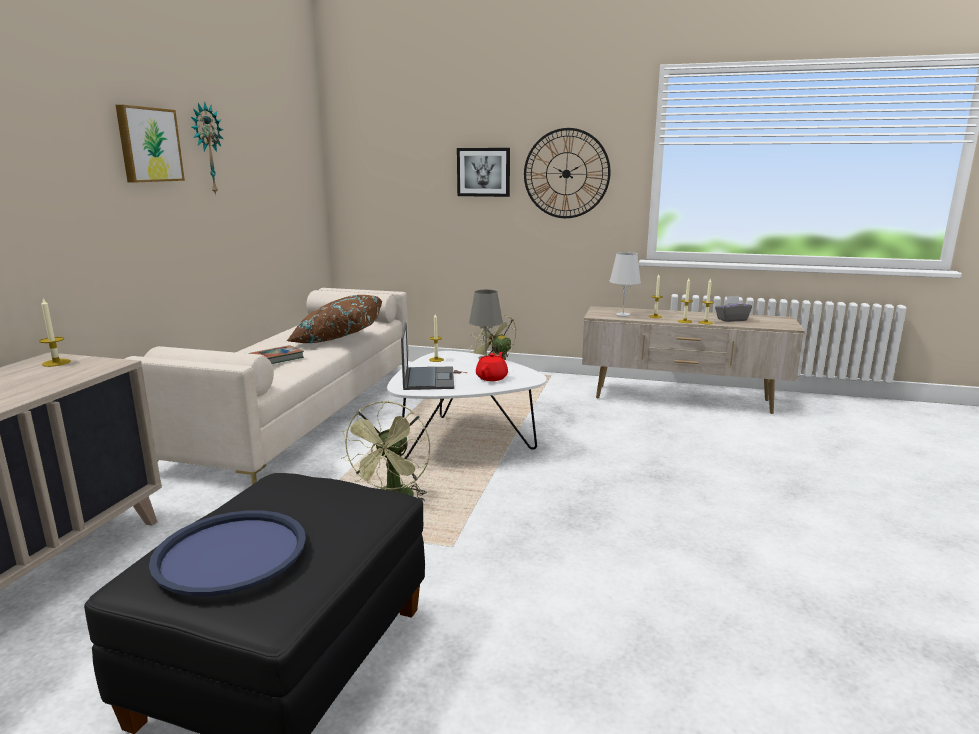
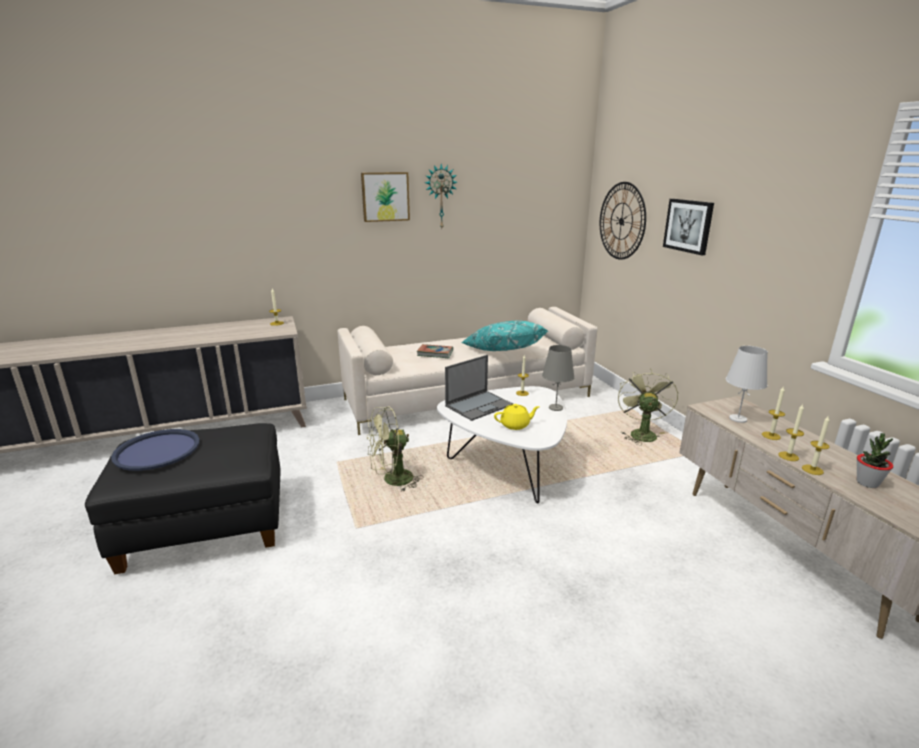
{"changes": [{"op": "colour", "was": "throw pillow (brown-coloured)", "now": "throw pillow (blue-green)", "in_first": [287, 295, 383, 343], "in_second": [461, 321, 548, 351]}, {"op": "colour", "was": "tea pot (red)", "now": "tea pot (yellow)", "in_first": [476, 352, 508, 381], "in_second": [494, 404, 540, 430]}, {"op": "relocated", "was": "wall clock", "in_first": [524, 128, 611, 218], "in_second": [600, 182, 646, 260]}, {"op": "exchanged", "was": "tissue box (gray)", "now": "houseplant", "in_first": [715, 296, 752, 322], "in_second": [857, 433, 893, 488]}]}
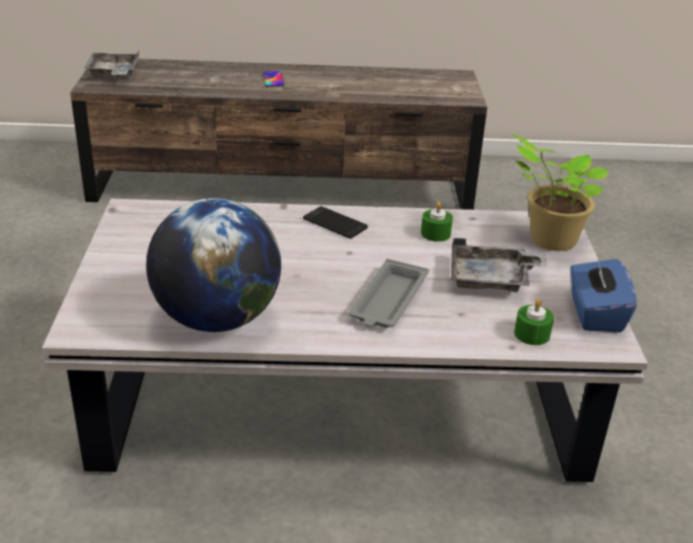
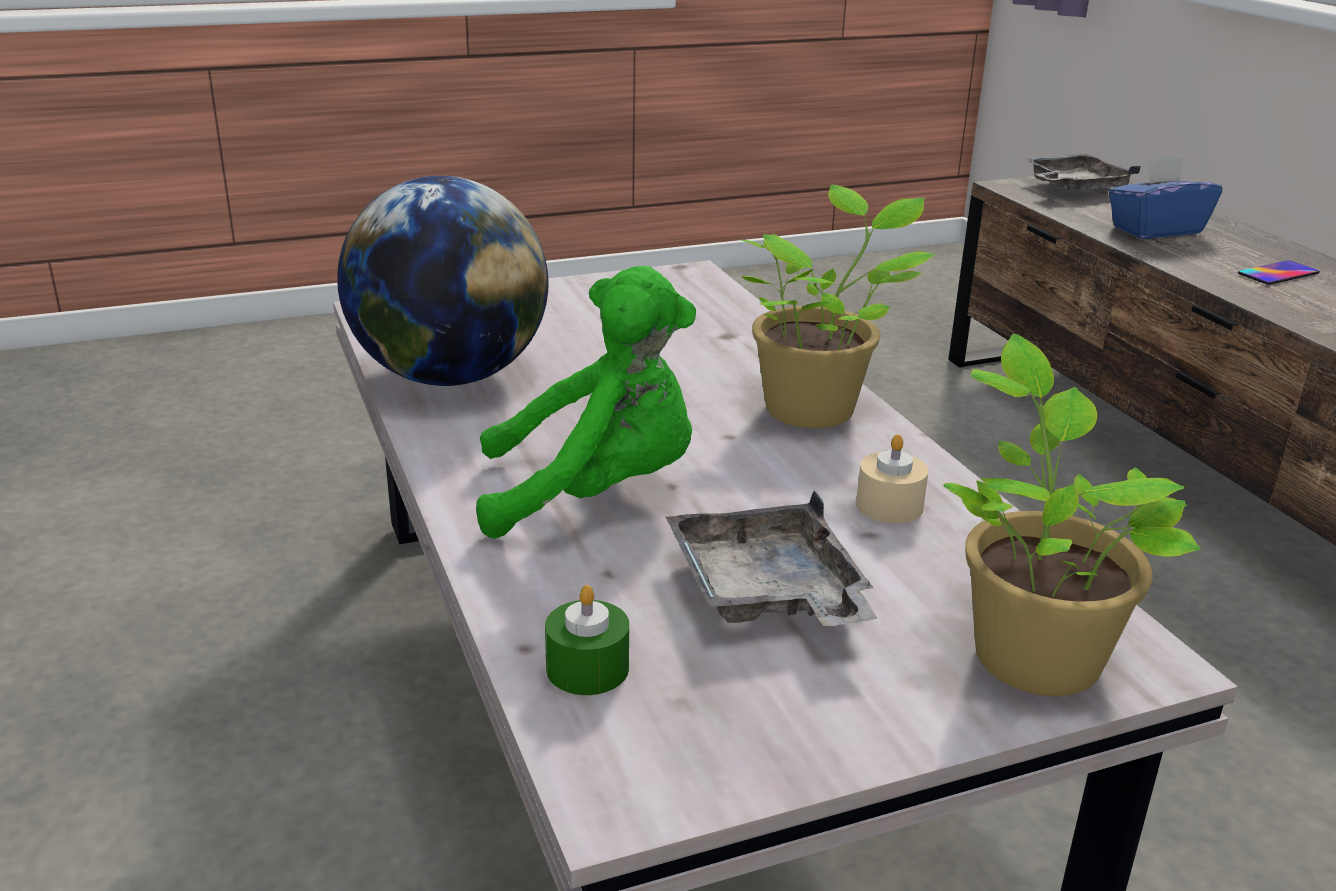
{"changes": [{"op": "exchanged", "was": "handset", "now": "houseplant", "in_first": [303, 206, 368, 239], "in_second": [741, 185, 936, 428]}, {"op": "exchanged", "was": "carrying tray (gray)", "now": "soft toy (green-coloured)", "in_first": [349, 259, 429, 328], "in_second": [476, 266, 696, 539]}, {"op": "colour", "was": "wax candle (green-coloured)", "now": "wax candle (sand-coloured)", "in_first": [421, 202, 453, 242], "in_second": [856, 434, 929, 523]}, {"op": "relocated", "was": "tissue box (blue)", "in_first": [570, 255, 637, 332], "in_second": [1108, 155, 1222, 239]}]}
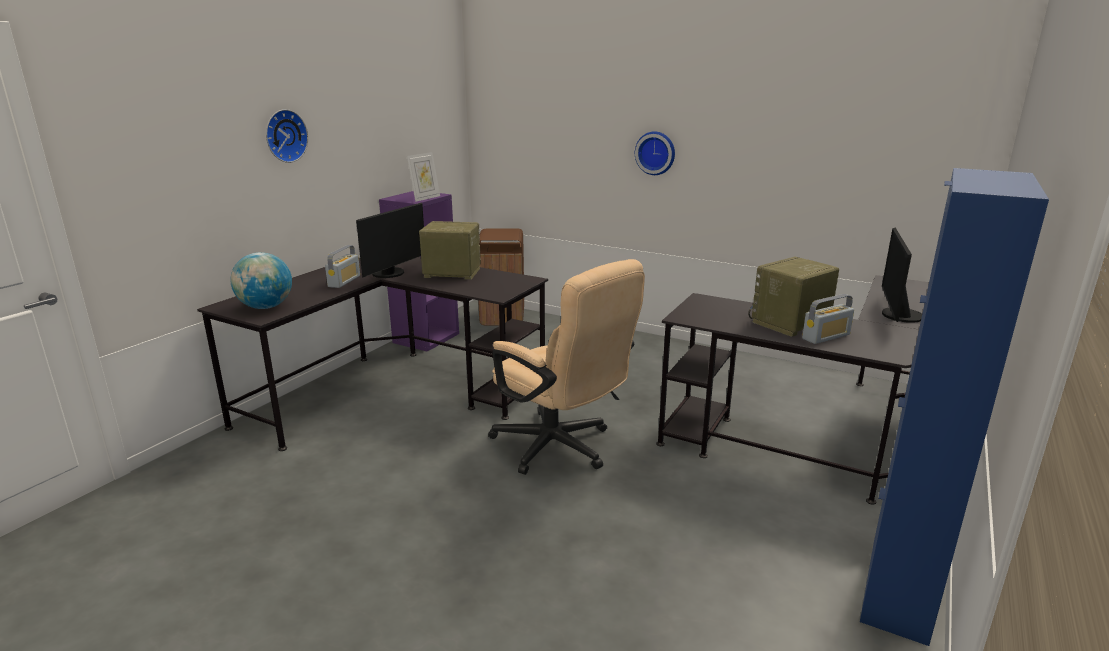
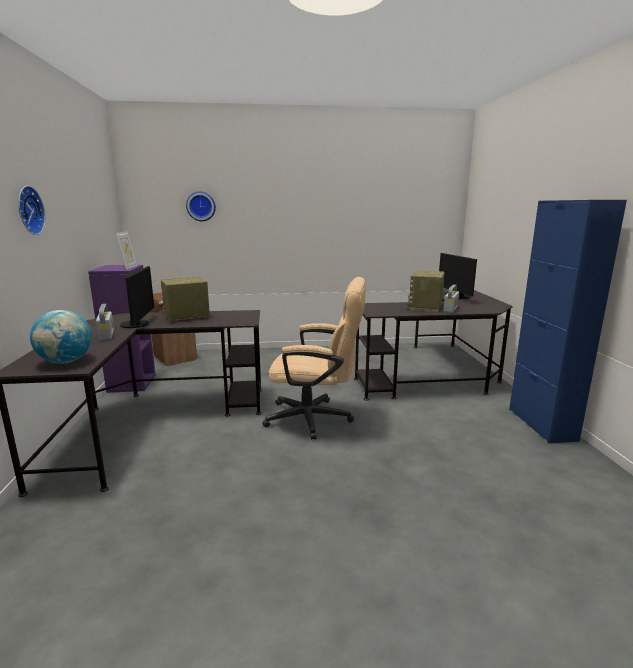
{"changes": [{"op": "relocated", "was": "wall clock", "in_first": [635, 131, 675, 175], "in_second": [186, 191, 216, 221]}]}
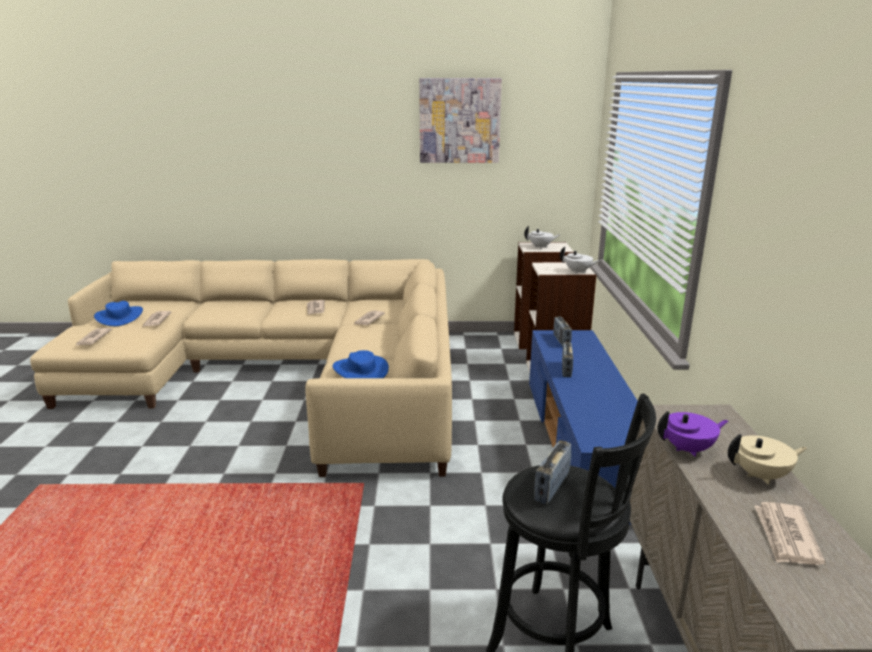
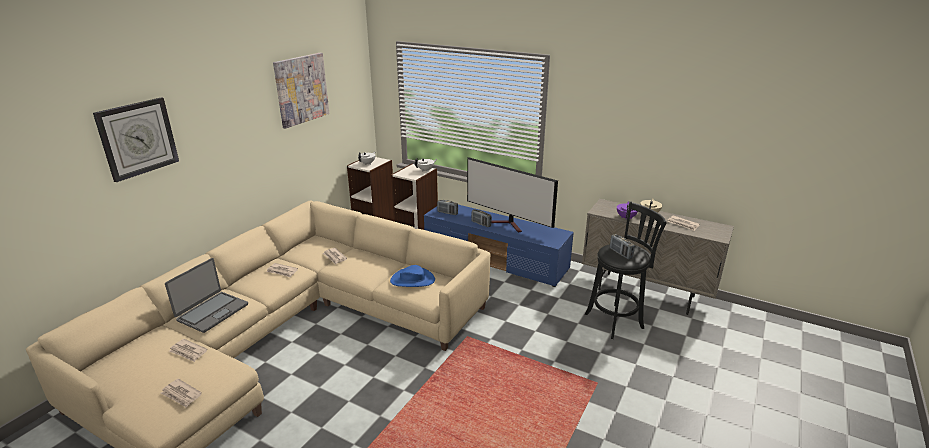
{"changes": [{"op": "missing", "was": "hat (blue)", "in_first": [94, 301, 143, 326]}, {"op": "appeared", "now": "wall clock", "in_second": [93, 97, 179, 182]}, {"op": "appeared", "now": "laptop", "in_second": [165, 258, 248, 333]}, {"op": "appeared", "now": "TV set", "in_second": [467, 157, 558, 232]}]}
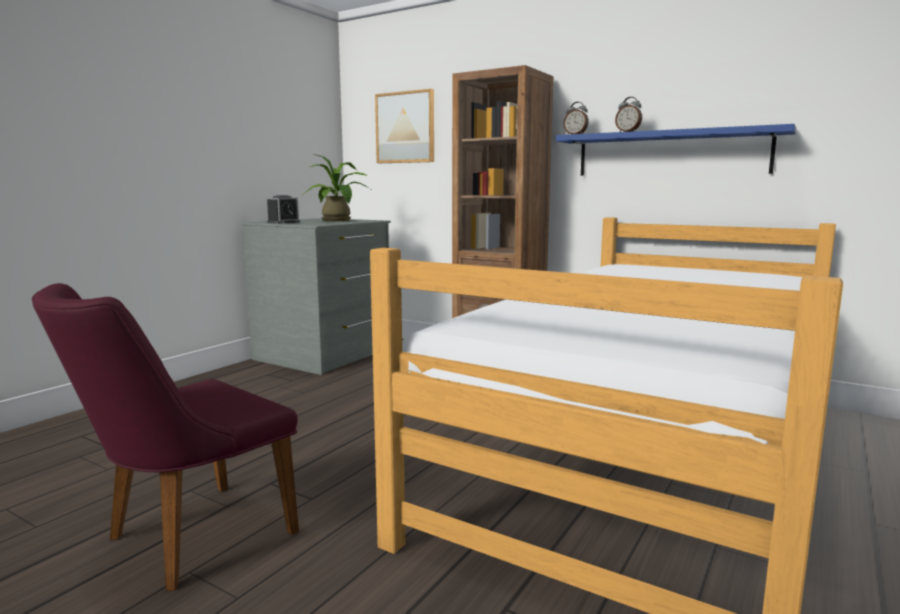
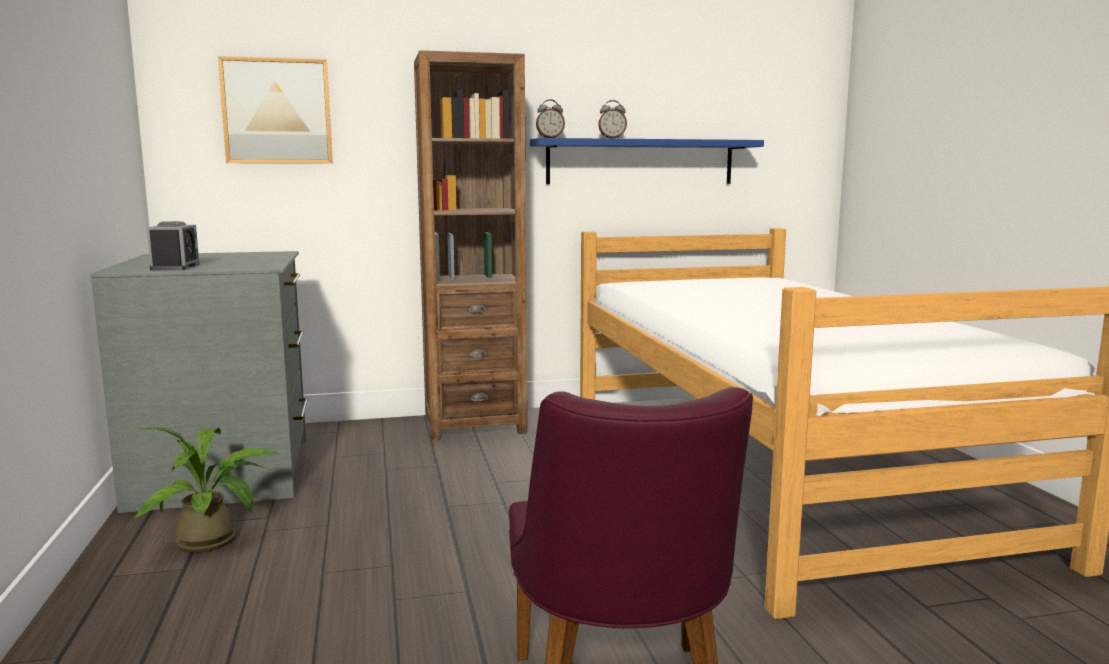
{"changes": [{"op": "relocated", "was": "houseplant", "in_first": [304, 155, 370, 221], "in_second": [132, 427, 280, 553]}]}
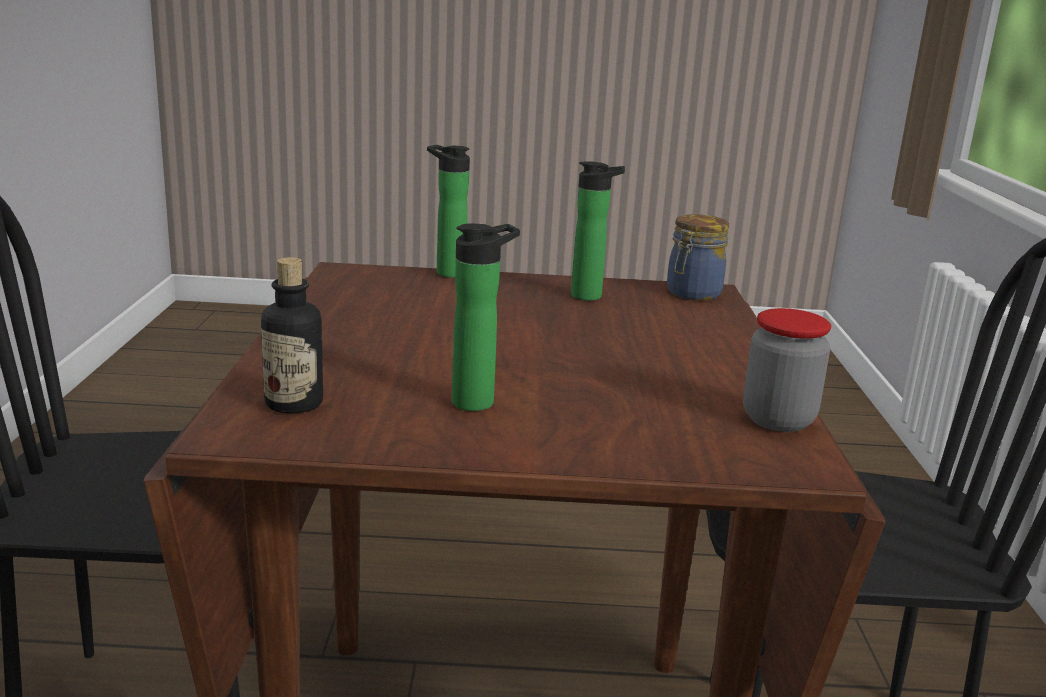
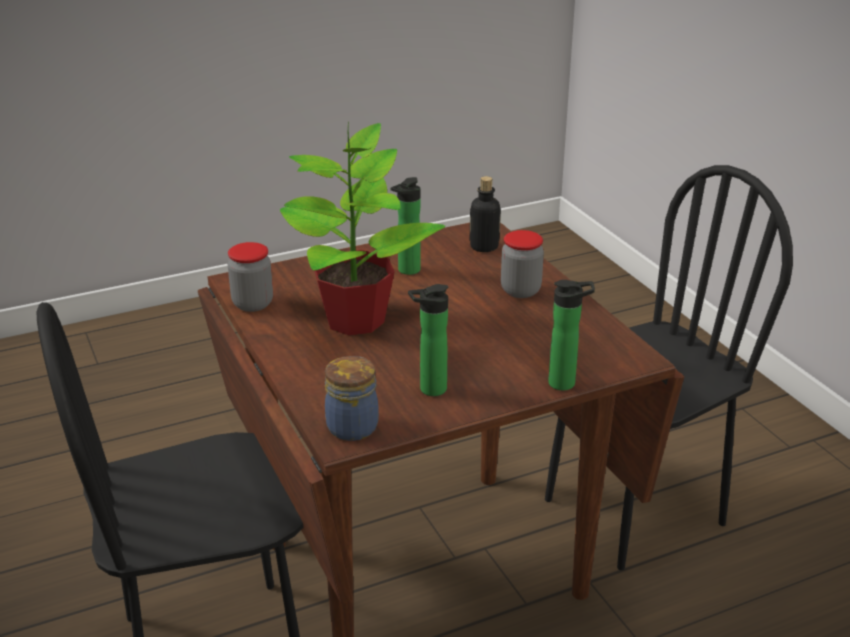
{"changes": [{"op": "appeared", "now": "houseplant", "in_second": [280, 121, 445, 336]}, {"op": "appeared", "now": "preserve jar", "in_second": [501, 230, 544, 298]}]}
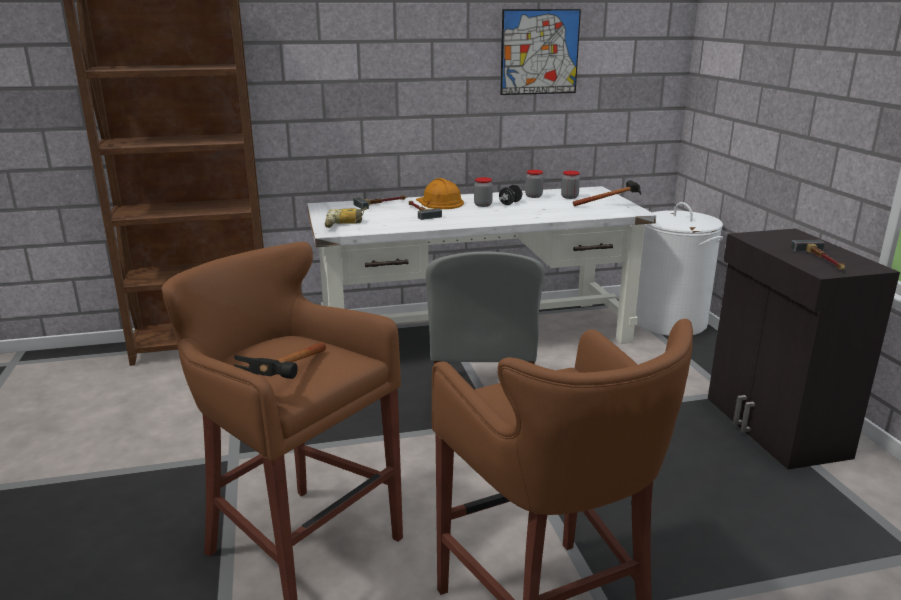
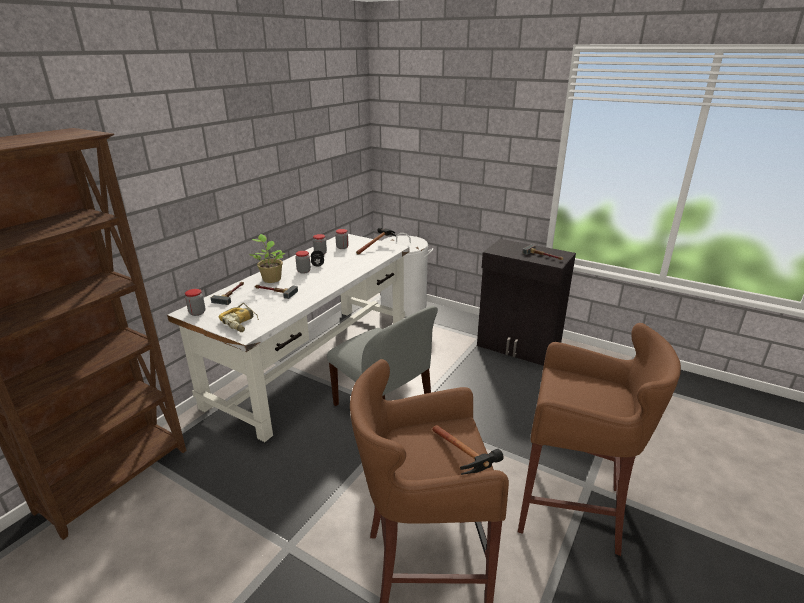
{"changes": [{"op": "exchanged", "was": "hard hat (orange)", "now": "houseplant", "in_first": [416, 178, 464, 209], "in_second": [249, 234, 286, 283]}, {"op": "missing", "was": "picture", "in_first": [500, 9, 581, 95]}, {"op": "appeared", "now": "preserve jar", "in_second": [185, 289, 205, 316]}]}
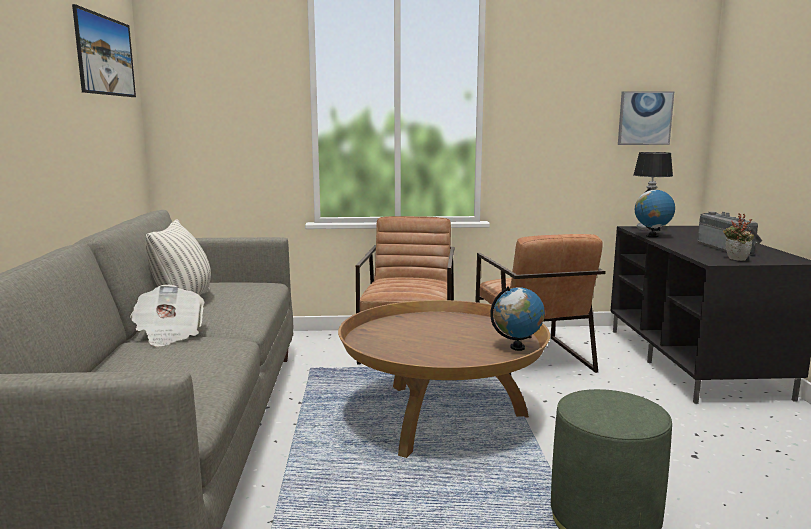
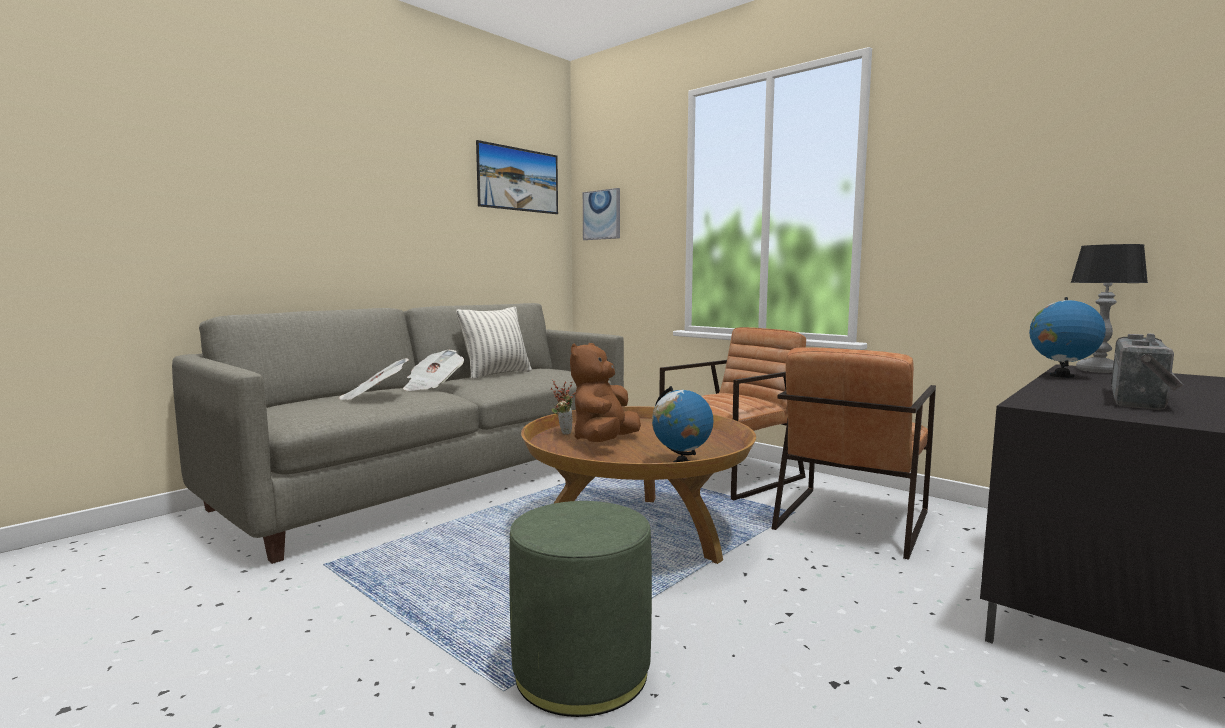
{"changes": [{"op": "relocated", "was": "picture", "in_first": [618, 91, 674, 145], "in_second": [583, 188, 620, 240]}, {"op": "relocated", "was": "houseplant", "in_first": [723, 213, 754, 261], "in_second": [551, 380, 576, 435]}, {"op": "appeared", "now": "newspaper", "in_second": [339, 358, 409, 400]}, {"op": "appeared", "now": "soft toy (brown-coloured)", "in_second": [570, 343, 641, 442]}]}
